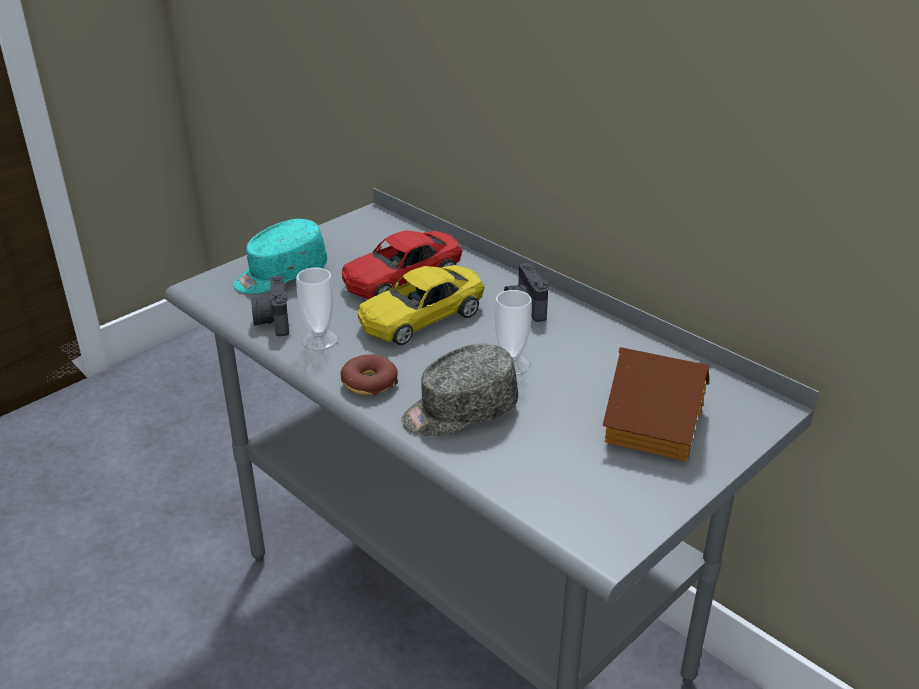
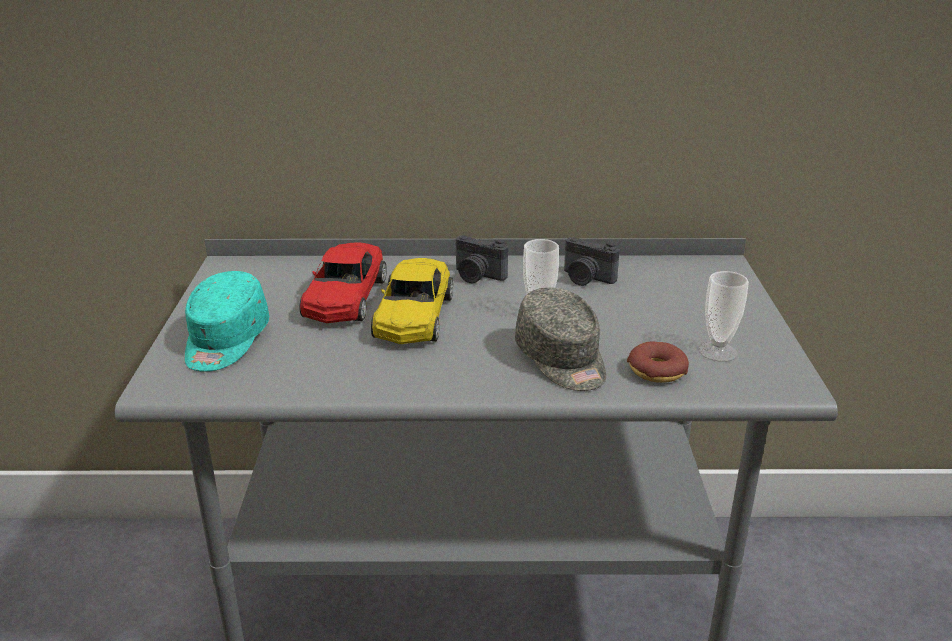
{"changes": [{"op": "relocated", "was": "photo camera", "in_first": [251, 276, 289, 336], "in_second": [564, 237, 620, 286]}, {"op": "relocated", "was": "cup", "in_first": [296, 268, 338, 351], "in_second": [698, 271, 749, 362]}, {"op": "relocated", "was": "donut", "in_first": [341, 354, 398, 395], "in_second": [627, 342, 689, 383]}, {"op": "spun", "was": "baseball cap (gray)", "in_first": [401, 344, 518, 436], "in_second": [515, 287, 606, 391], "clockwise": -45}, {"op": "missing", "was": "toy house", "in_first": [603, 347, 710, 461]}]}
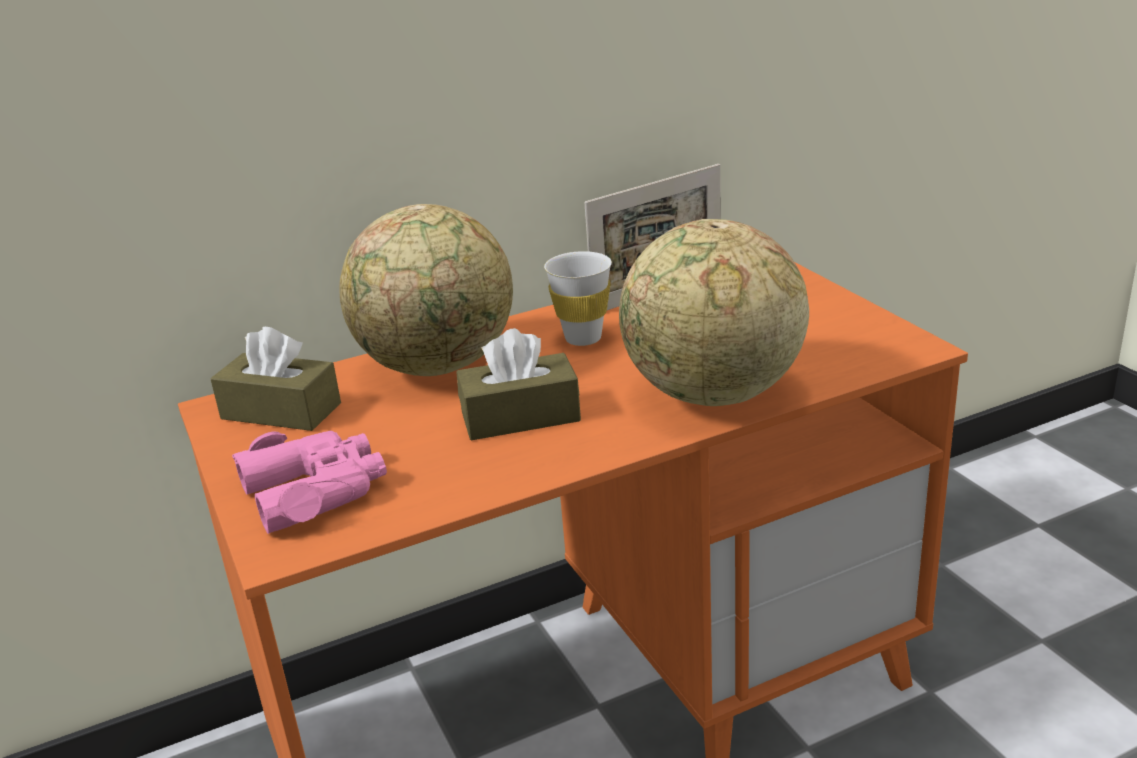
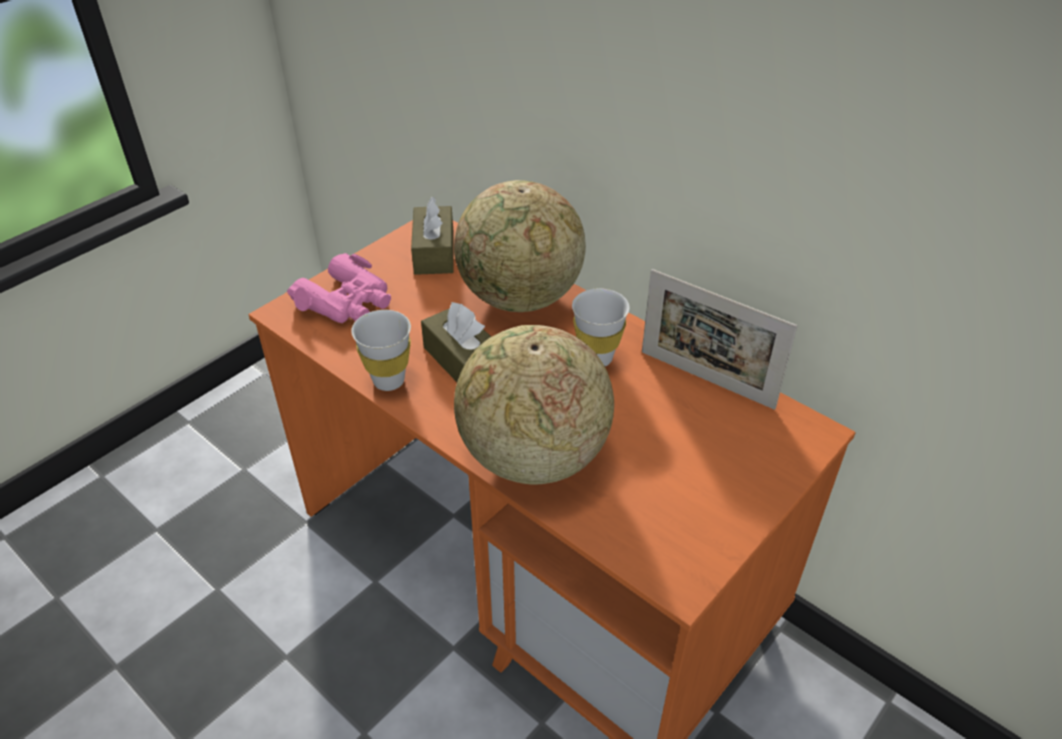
{"changes": [{"op": "appeared", "now": "cup (white-coloured)", "in_second": [351, 310, 411, 391]}]}
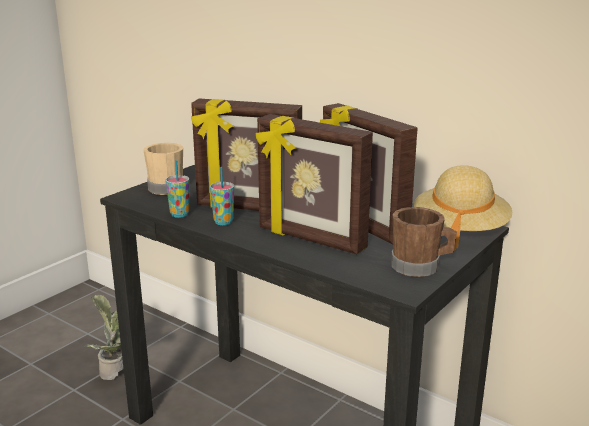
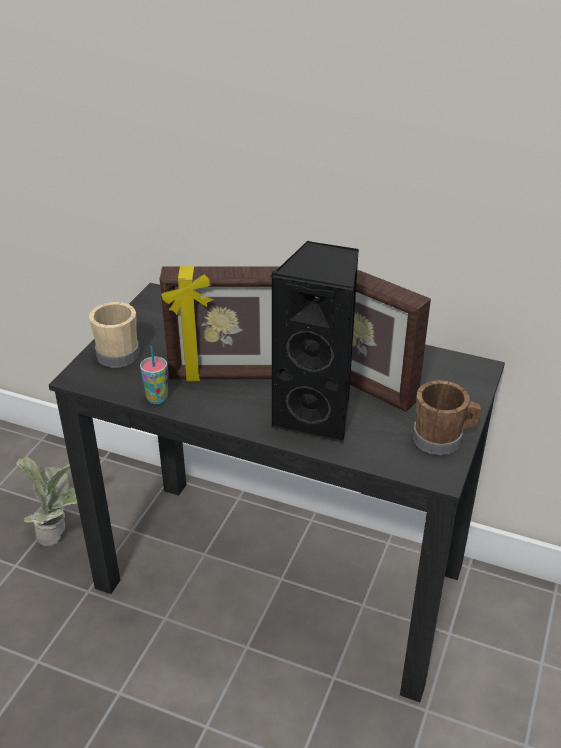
{"changes": [{"op": "missing", "was": "cup", "in_first": [210, 167, 234, 226]}, {"op": "exchanged", "was": "picture frame", "now": "audio speaker (black)", "in_first": [256, 114, 373, 254], "in_second": [269, 240, 359, 443]}, {"op": "missing", "was": "hat (sand-coloured)", "in_first": [414, 165, 512, 251]}]}
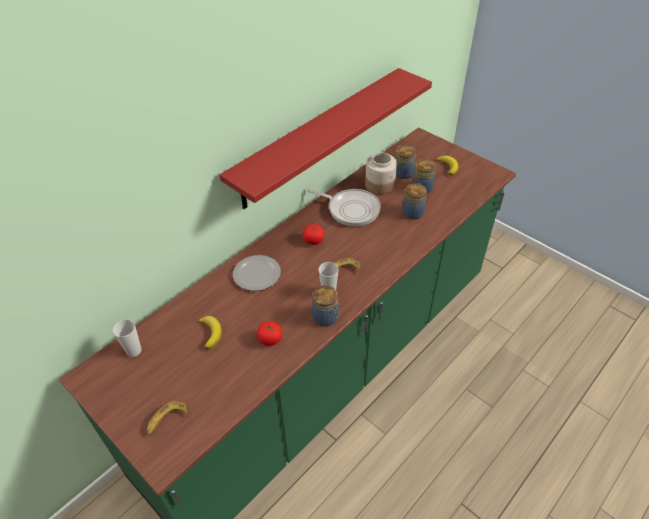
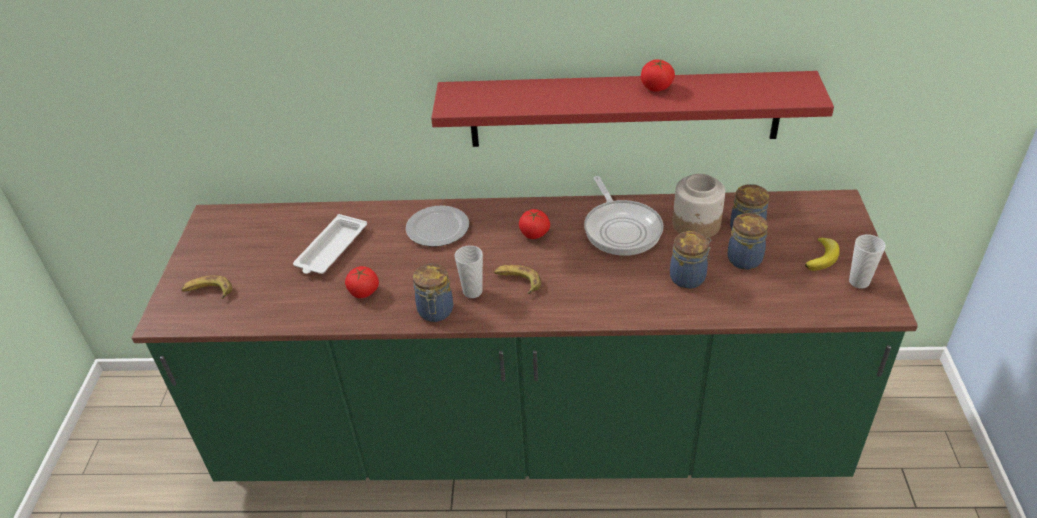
{"changes": [{"op": "relocated", "was": "cup", "in_first": [112, 319, 142, 357], "in_second": [849, 234, 886, 288]}, {"op": "exchanged", "was": "banana fruit", "now": "carrying tray (white-coloured)", "in_first": [199, 316, 222, 349], "in_second": [293, 214, 367, 274]}, {"op": "appeared", "now": "whole tomato", "in_second": [641, 60, 675, 92]}]}
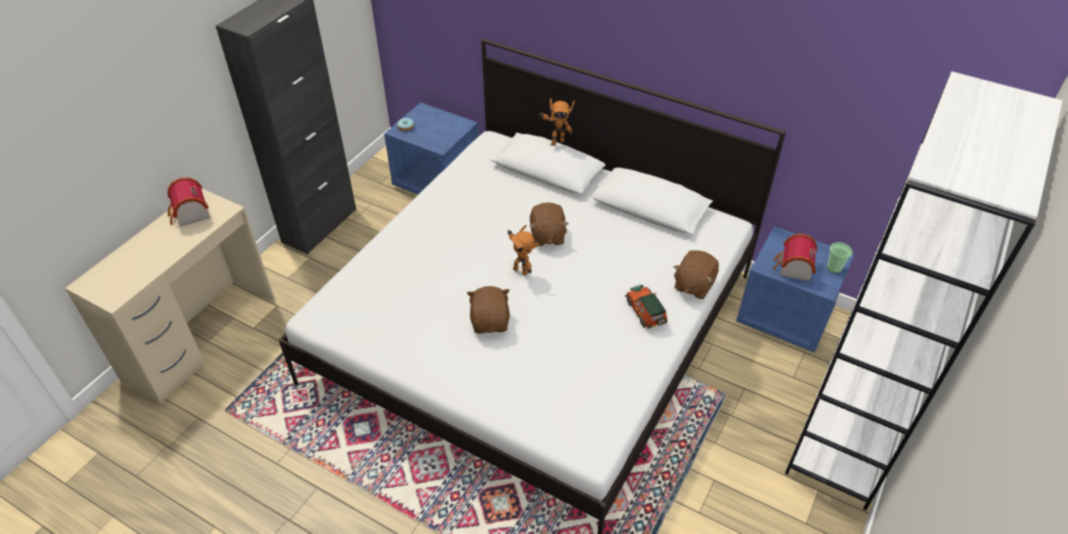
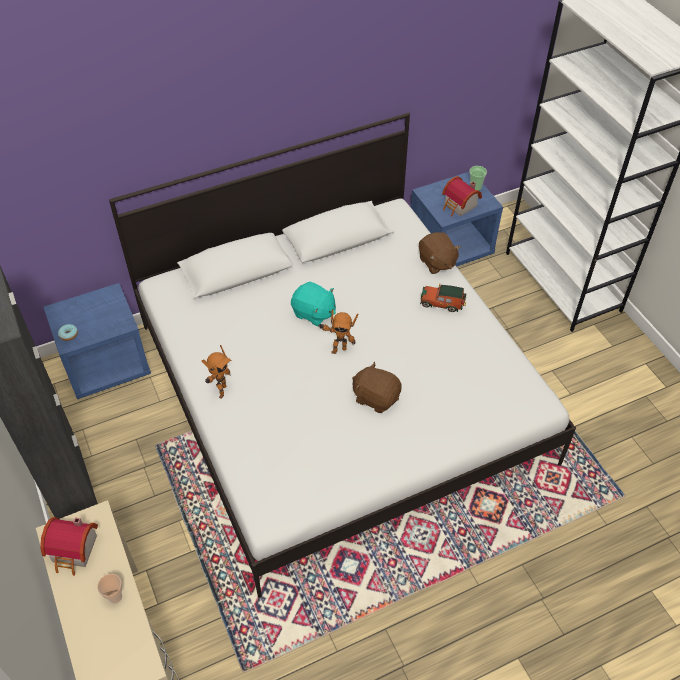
{"changes": [{"op": "colour", "was": "soft toy (brown-coloured)", "now": "soft toy (blue-green)", "in_first": [530, 202, 569, 246], "in_second": [291, 282, 336, 326]}, {"op": "relocated", "was": "model robot", "in_first": [539, 98, 575, 146], "in_second": [201, 345, 232, 398]}, {"op": "appeared", "now": "cup", "in_second": [97, 574, 122, 604]}]}
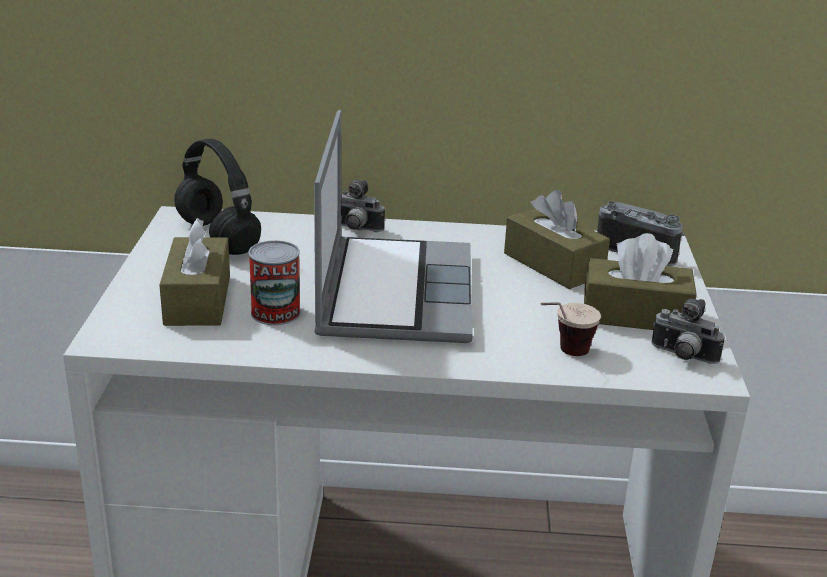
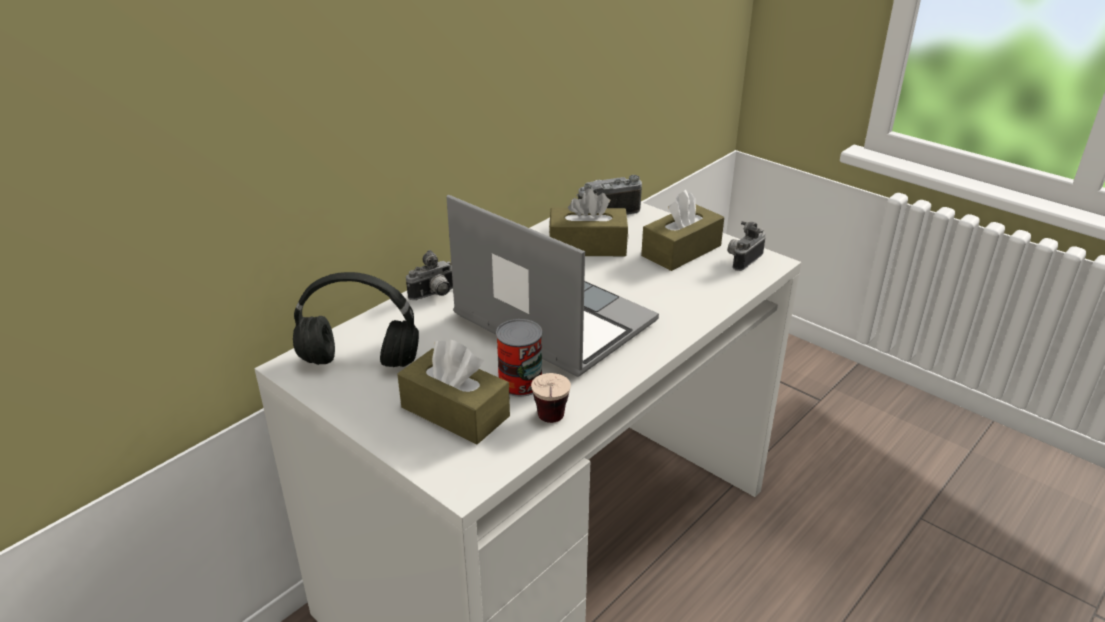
{"changes": [{"op": "relocated", "was": "cup", "in_first": [541, 302, 601, 356], "in_second": [531, 373, 571, 423]}, {"op": "spun", "was": "photo camera", "in_first": [651, 299, 725, 364], "in_second": [727, 221, 766, 271], "clockwise": 150}]}
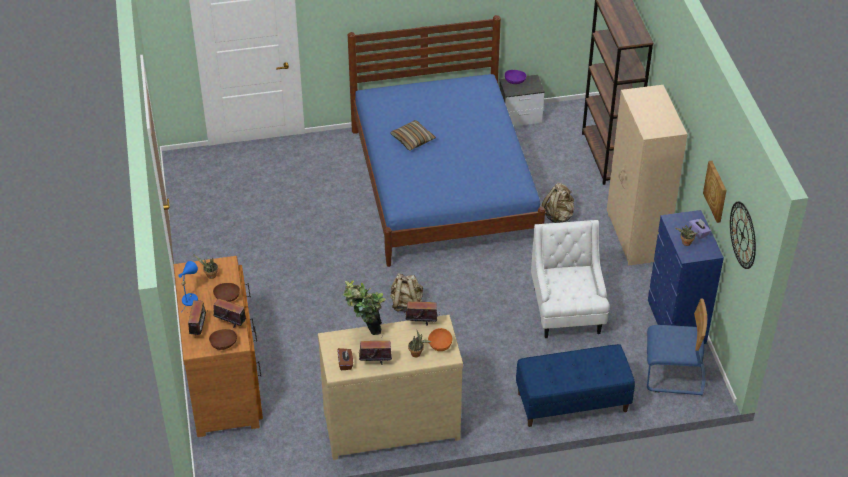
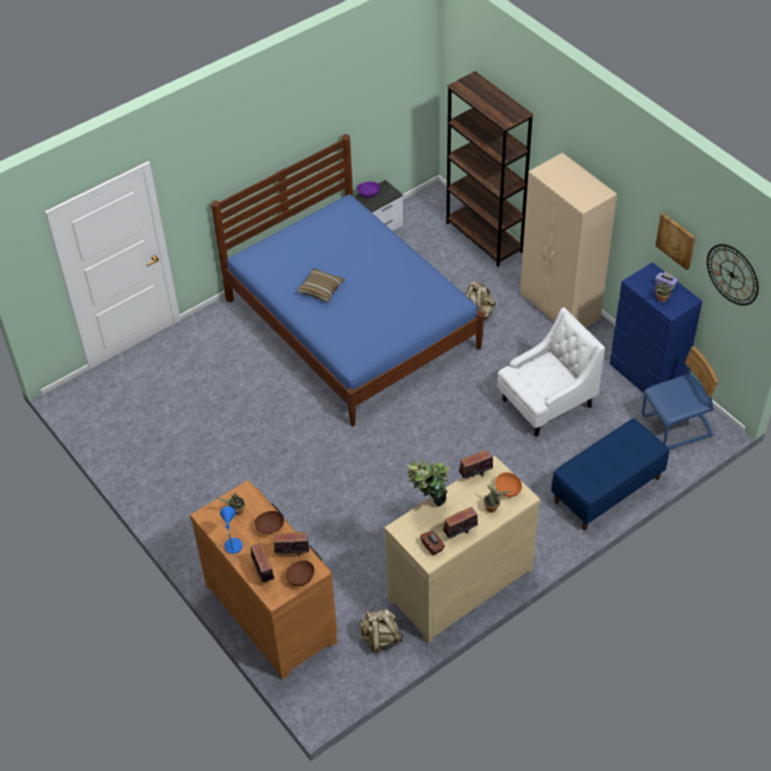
{"changes": [{"op": "relocated", "was": "knapsack (sand-coloured)", "in_first": [390, 273, 423, 312], "in_second": [359, 609, 403, 653]}, {"op": "spun", "was": "lounge chair (white-coloured)", "in_first": [531, 220, 609, 338], "in_second": [497, 307, 605, 437], "clockwise": 90}]}
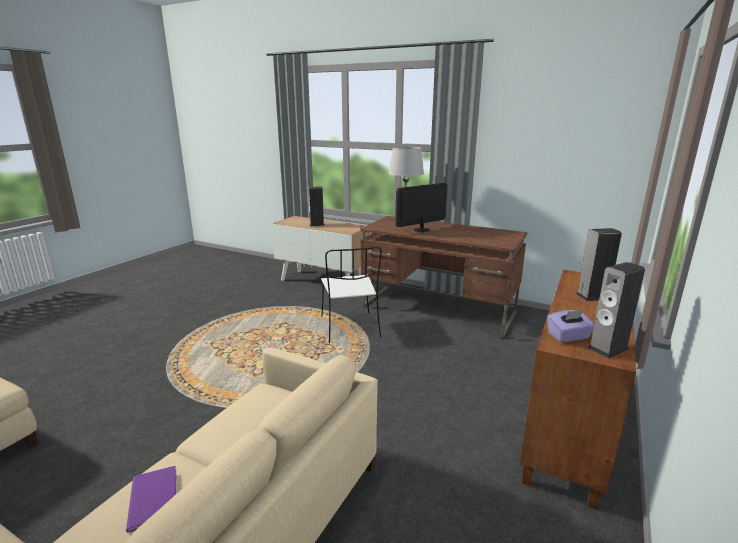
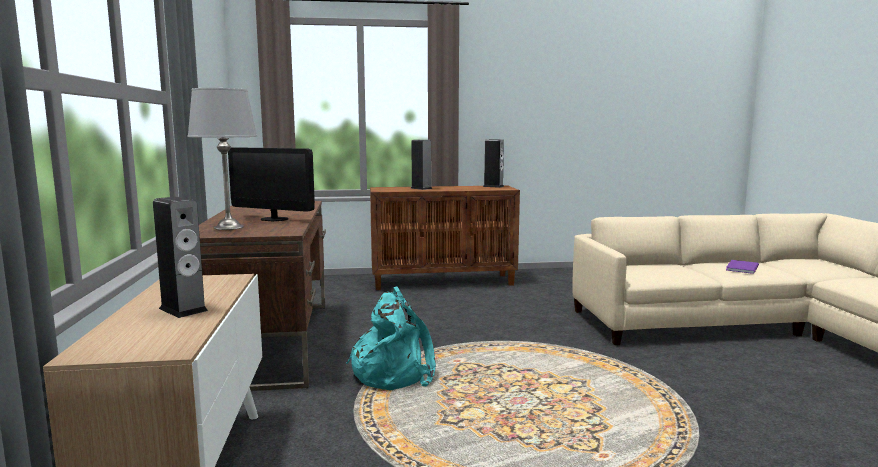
{"changes": [{"op": "exchanged", "was": "upright chair (white-coloured)", "now": "knapsack (blue-green)", "in_first": [321, 247, 382, 343], "in_second": [346, 286, 436, 390]}, {"op": "missing", "was": "tissue box (purple-coloured)", "in_first": [547, 310, 594, 343]}]}
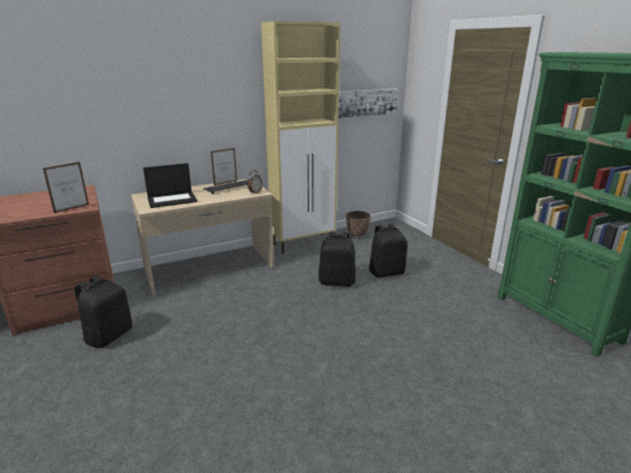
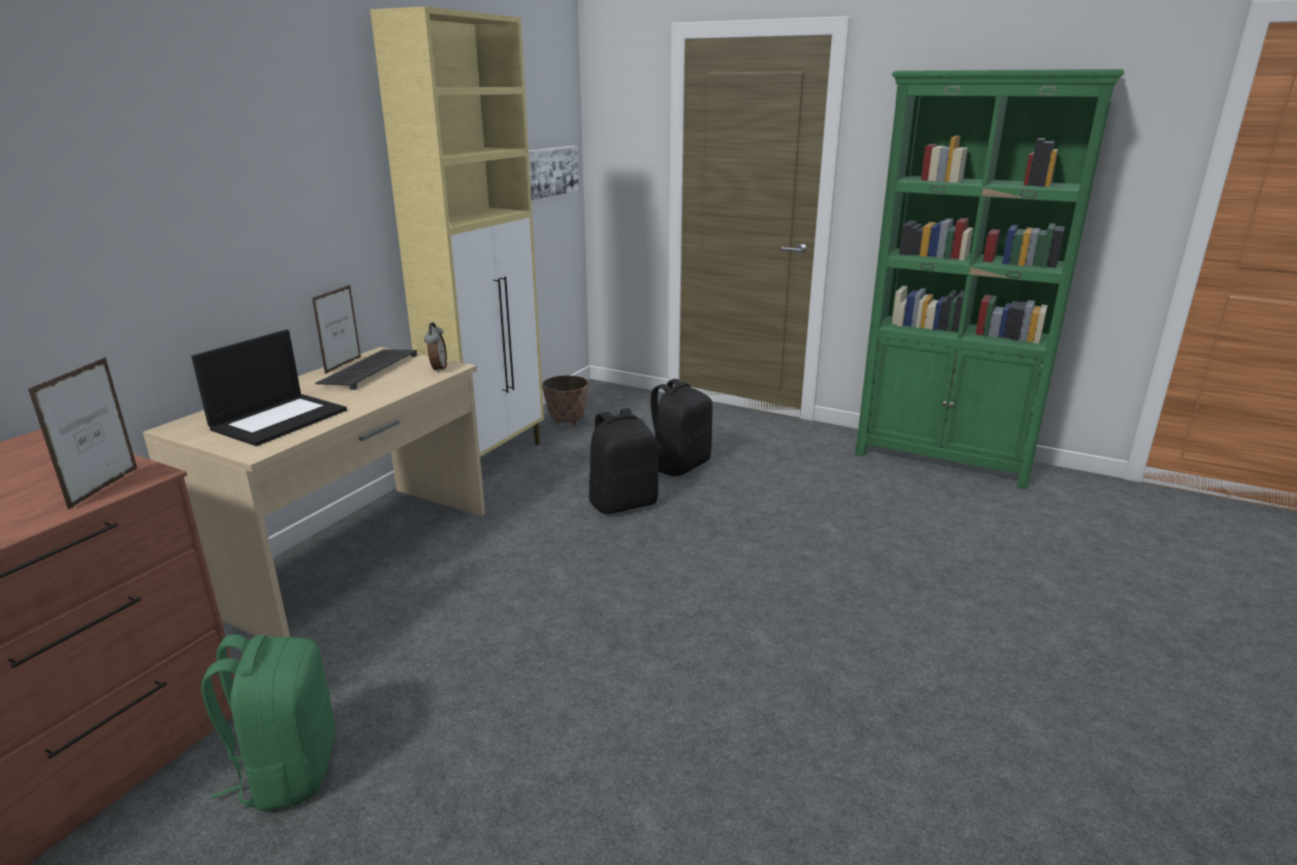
{"changes": [{"op": "colour", "was": "knapsack (black)", "now": "knapsack (green-coloured)", "in_first": [74, 275, 132, 348], "in_second": [201, 634, 335, 811]}]}
